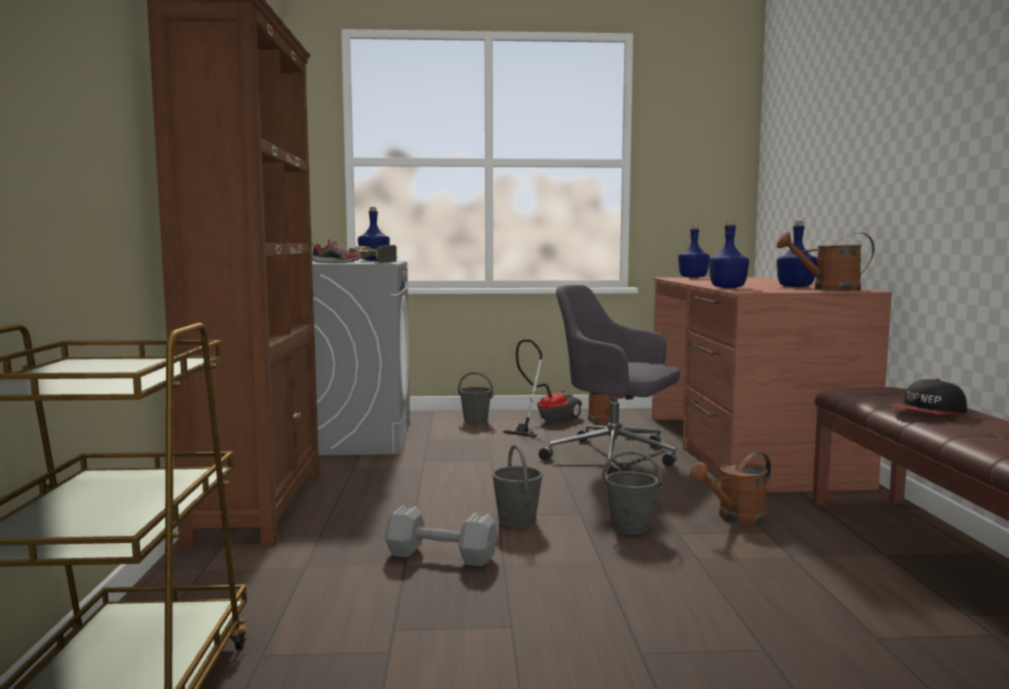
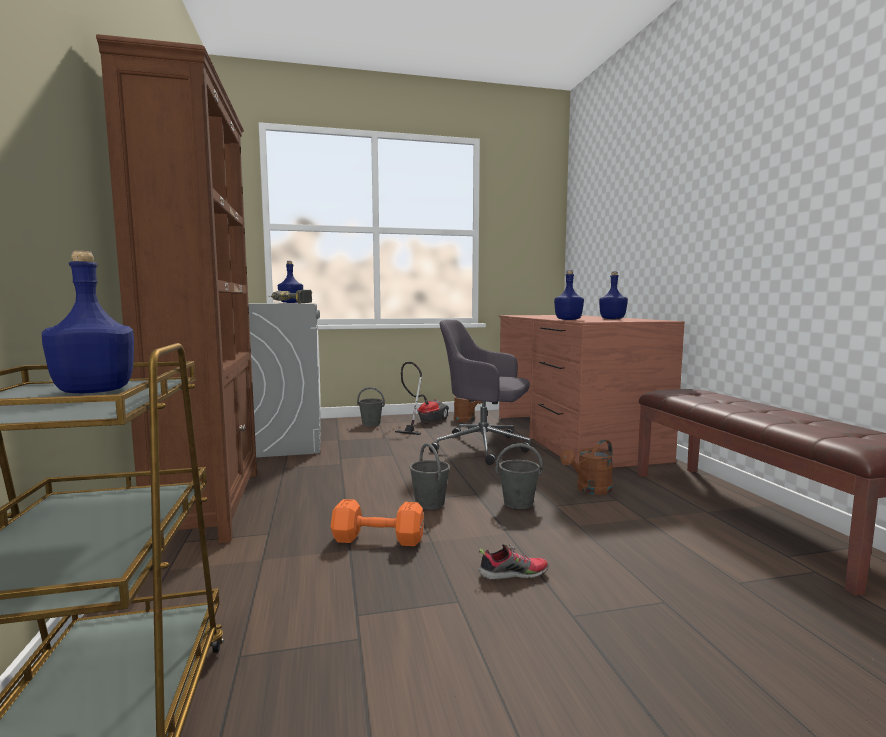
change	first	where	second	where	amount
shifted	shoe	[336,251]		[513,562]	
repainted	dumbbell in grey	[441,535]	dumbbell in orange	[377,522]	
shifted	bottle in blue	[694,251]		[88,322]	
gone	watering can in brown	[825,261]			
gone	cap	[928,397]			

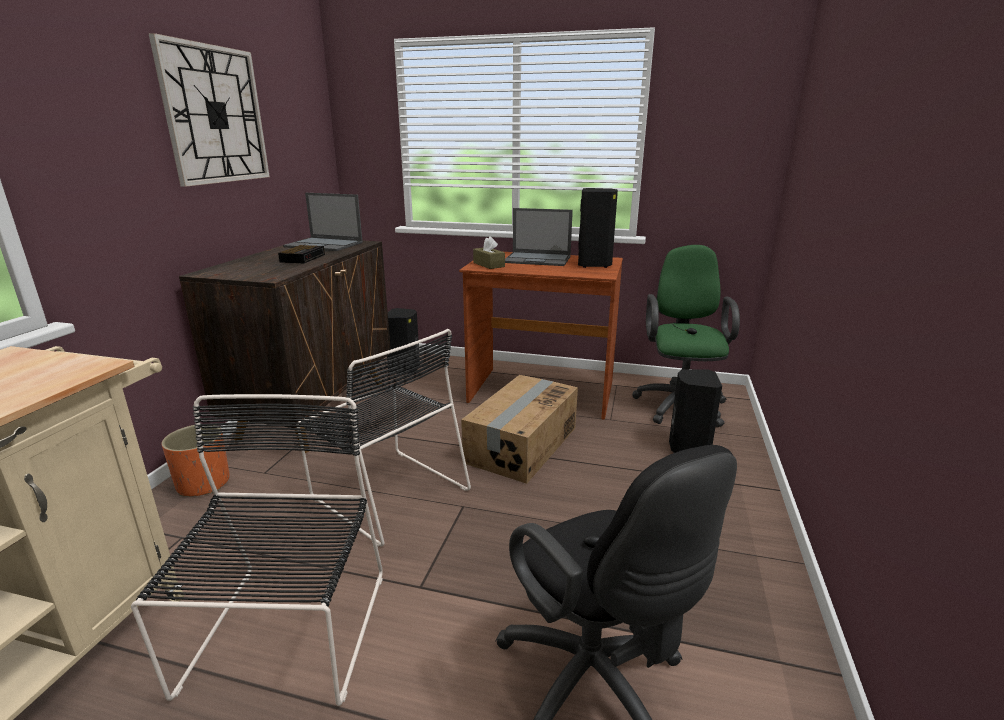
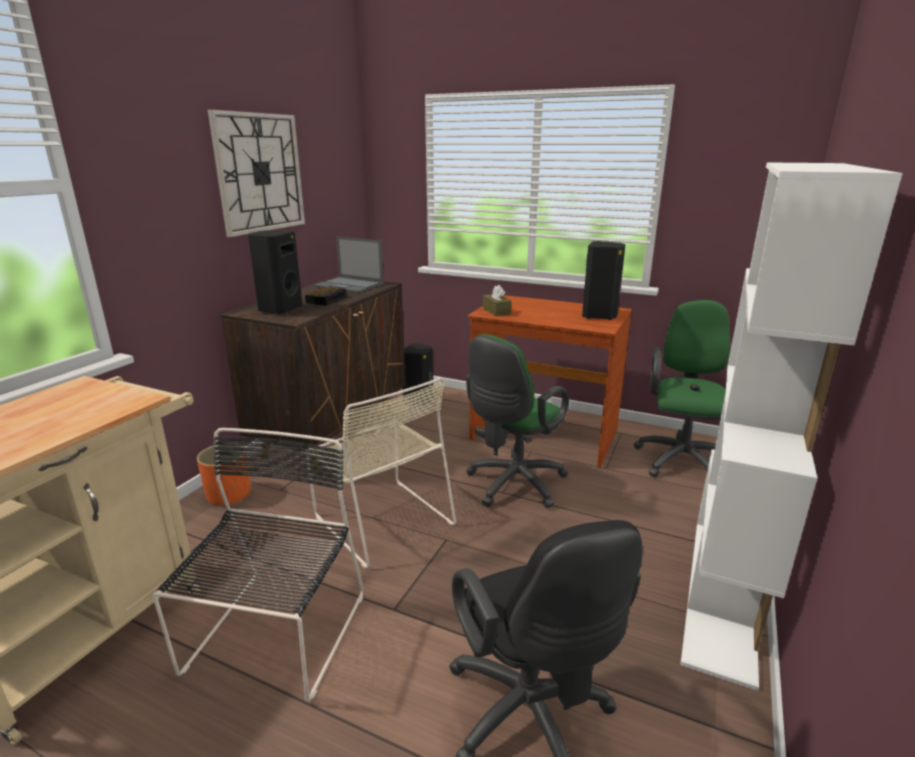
change	first	where	second	where	amount
repainted	chair in black	[384,438]	chair in beige	[380,472]	
swapped	cardboard box	[519,429]	office chair in green	[517,421]	
gone	laptop	[539,237]			
shifted	speaker in black	[695,411]		[275,272]	
new			bookcase in white	[791,426]	

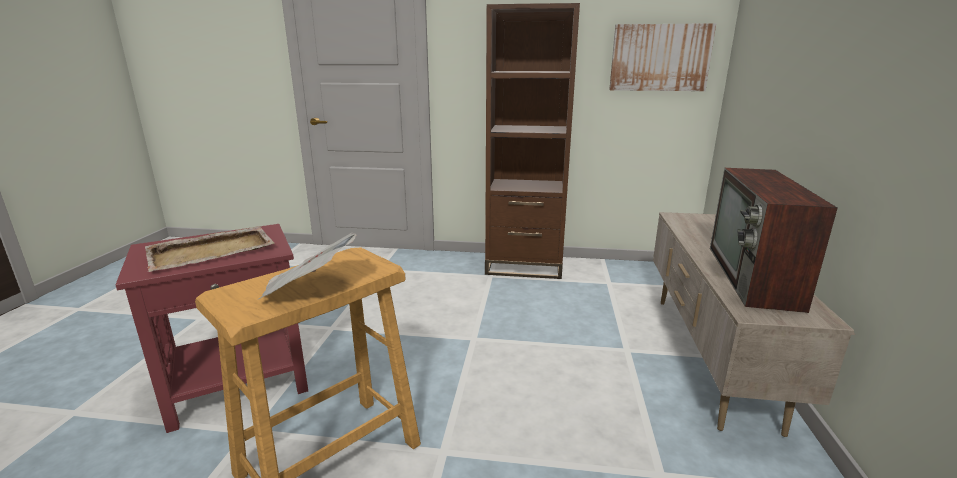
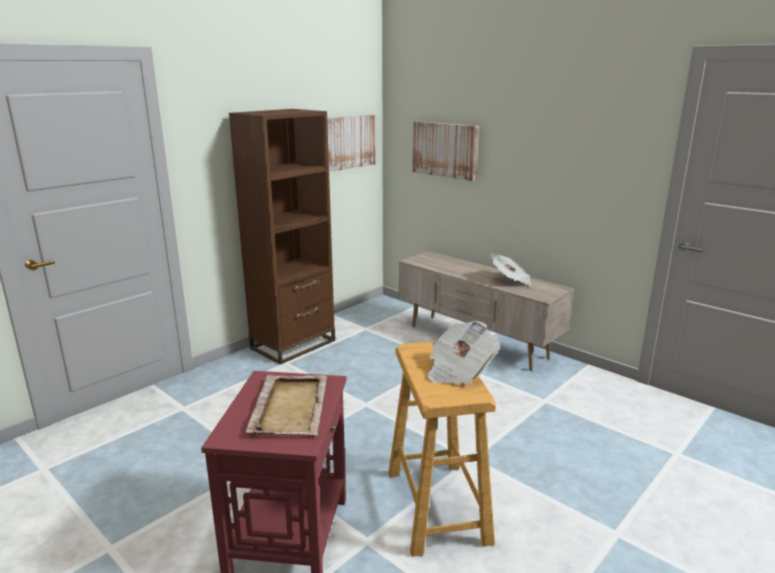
change	first	where	second	where	amount
swapped	television	[773,240]	newspaper	[511,270]	
new			picture	[446,151]	

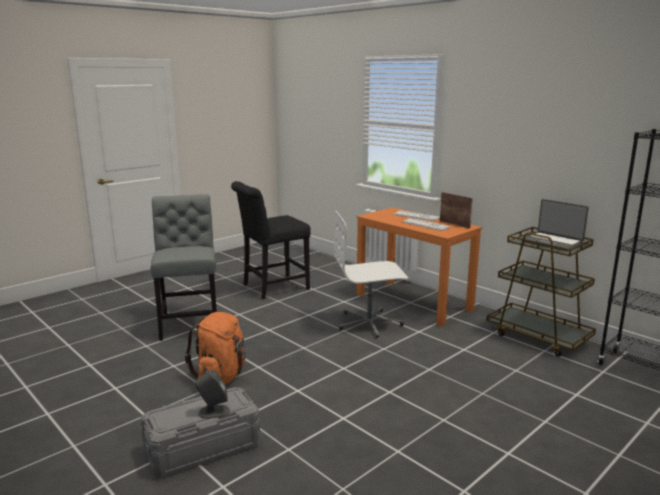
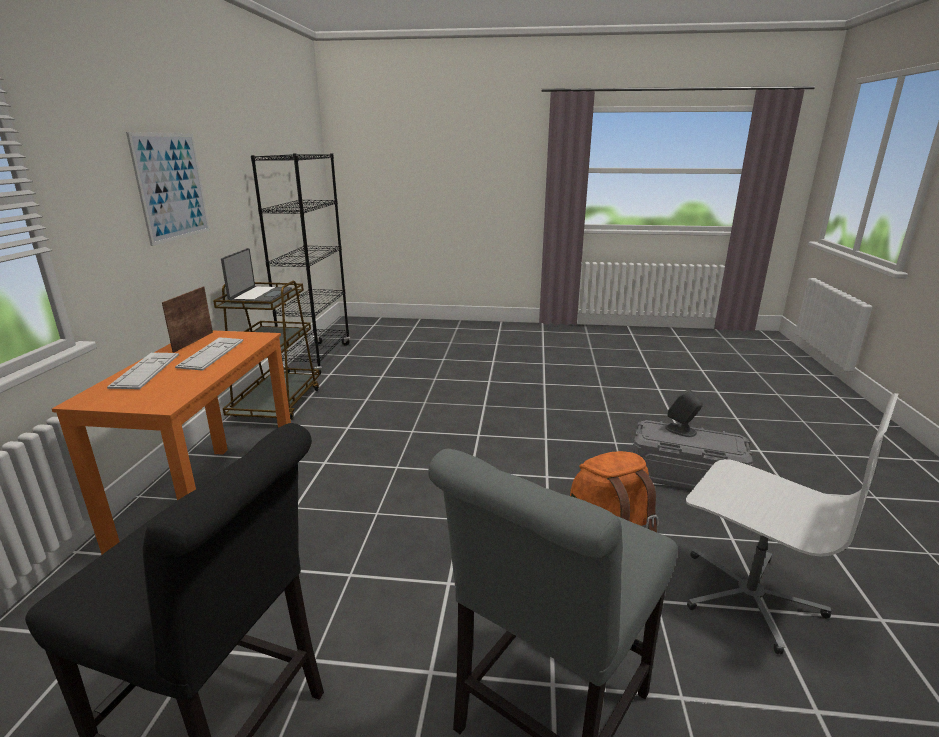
change	first	where	second	where	amount
shifted	office chair in white	[371,274]		[792,523]	
new			picture	[168,189]	

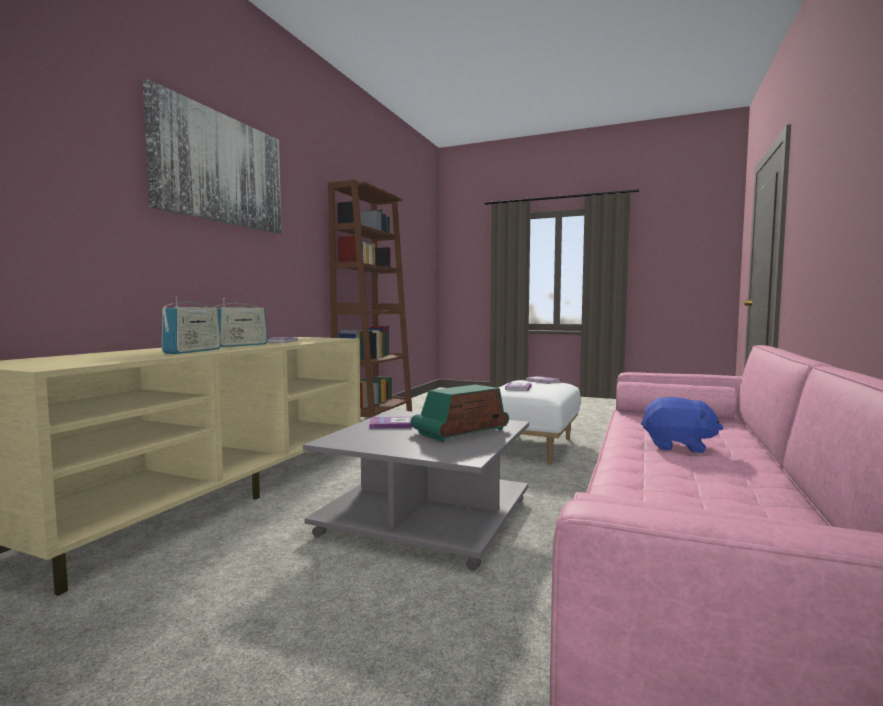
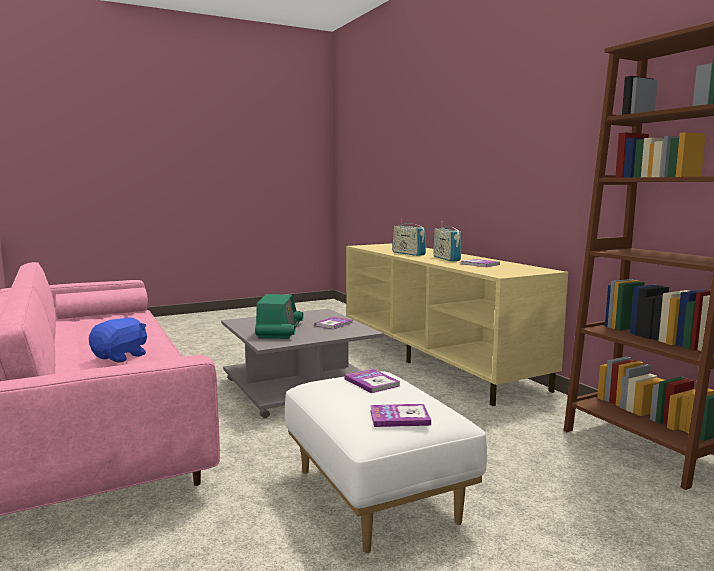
change	first	where	second	where	amount
gone	picture	[212,156]			
rotated	plush toy in blue	[682,425]		[118,340]	150 degrees clockwise

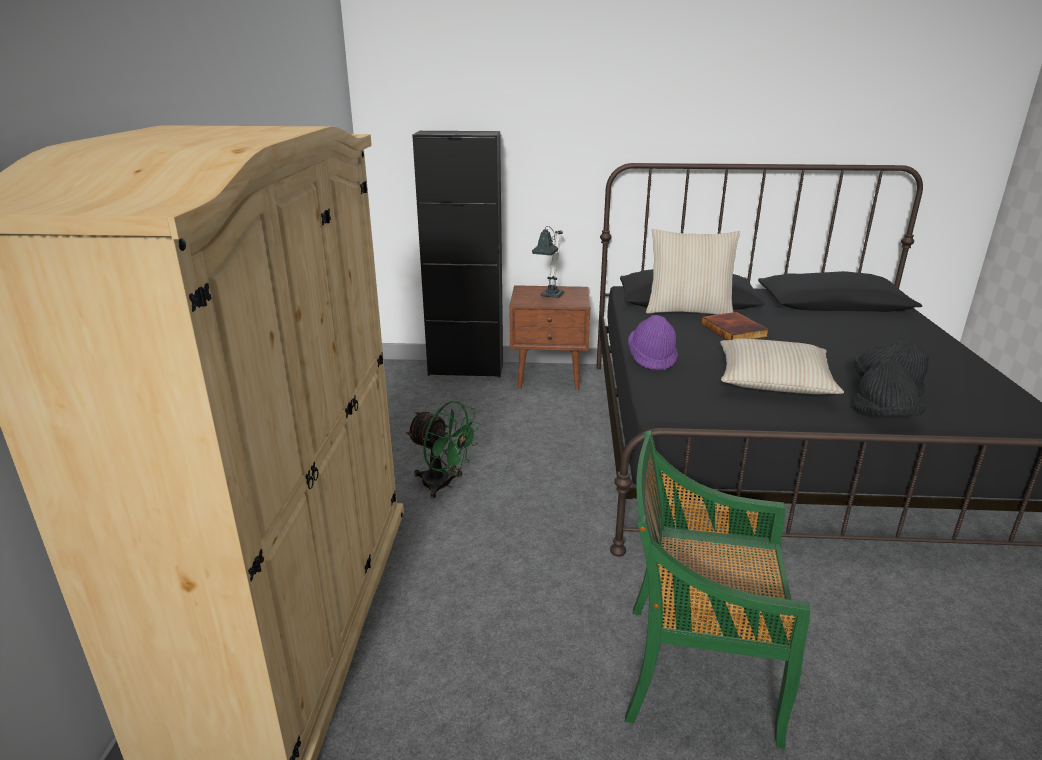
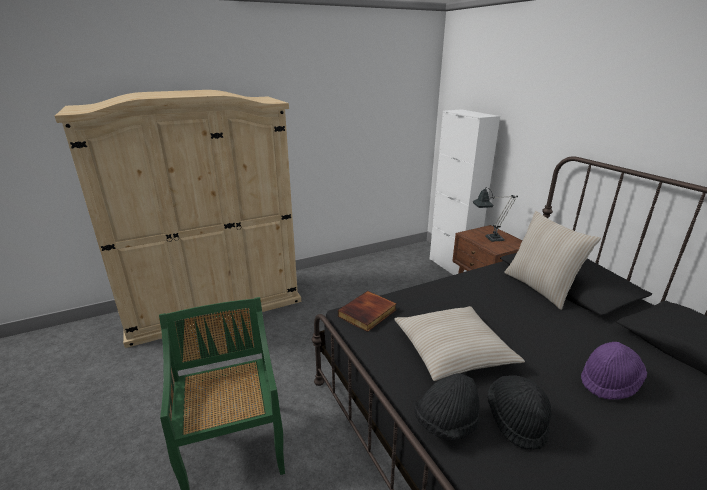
change	first	where	second	where	amount
gone	fan in green	[443,450]			
repainted	cabinet in black	[457,254]	cabinet in white	[465,192]	
shifted	hat in purple	[653,342]		[614,371]	
shifted	book	[735,326]		[367,311]	

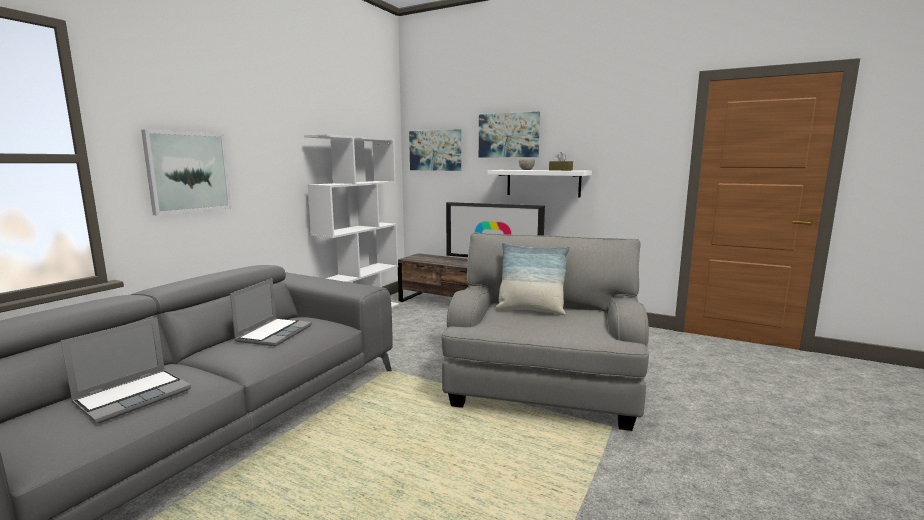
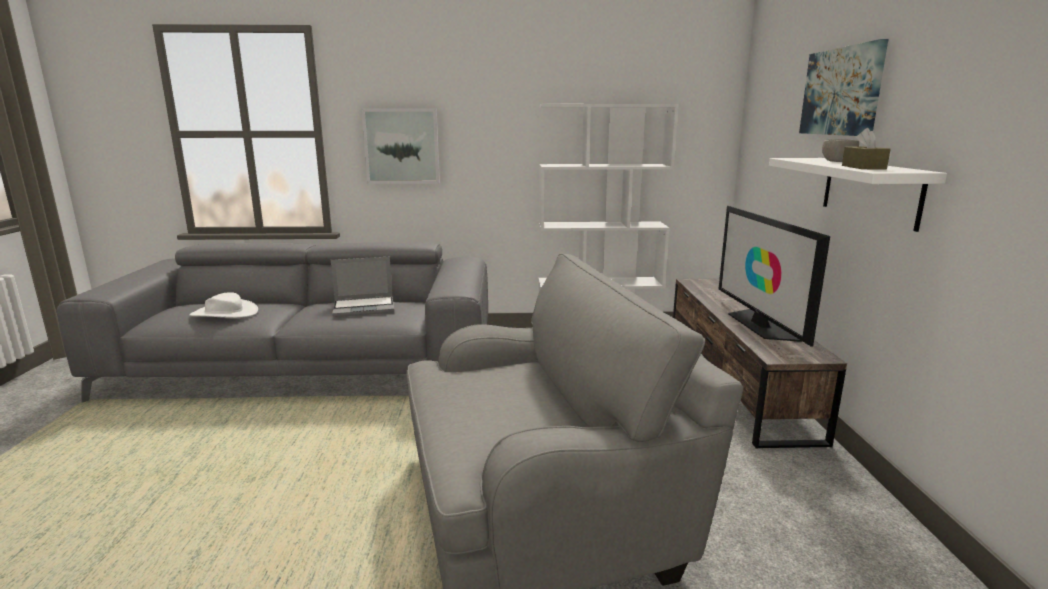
change	first	where	second	where	amount
swapped	laptop	[126,370]	hat in white	[223,305]	
gone	picture	[435,150]			
gone	pillow	[532,278]			

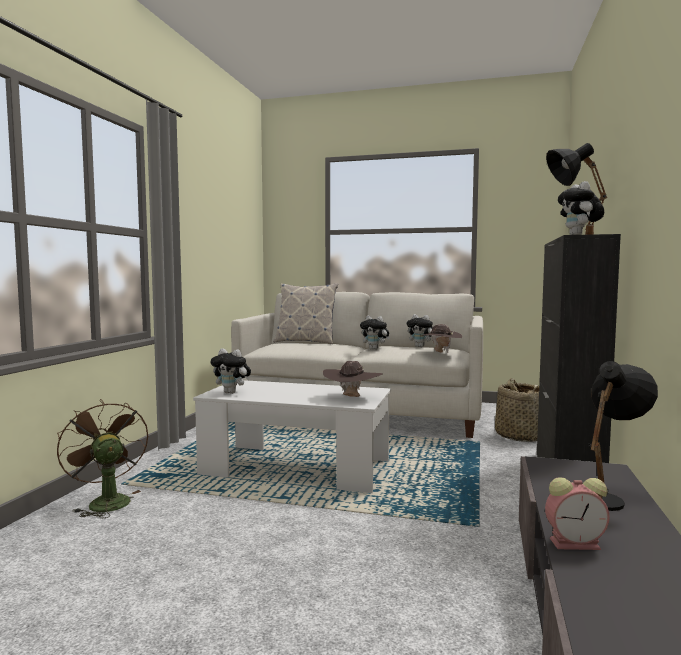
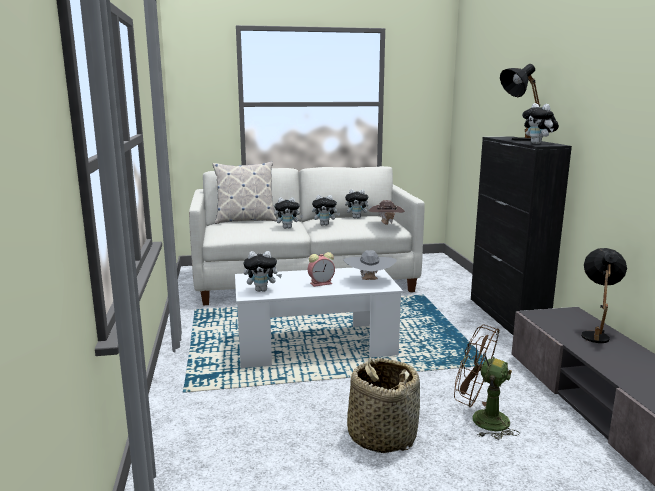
change	first	where	second	where	amount
shifted	fan in brown	[102,459]		[487,382]	
repainted	hat in brown	[353,379]	hat in grey	[370,265]	
shifted	basket	[517,410]		[383,405]	
shifted	alarm clock	[577,513]		[321,269]	
new			plush toy	[288,213]	

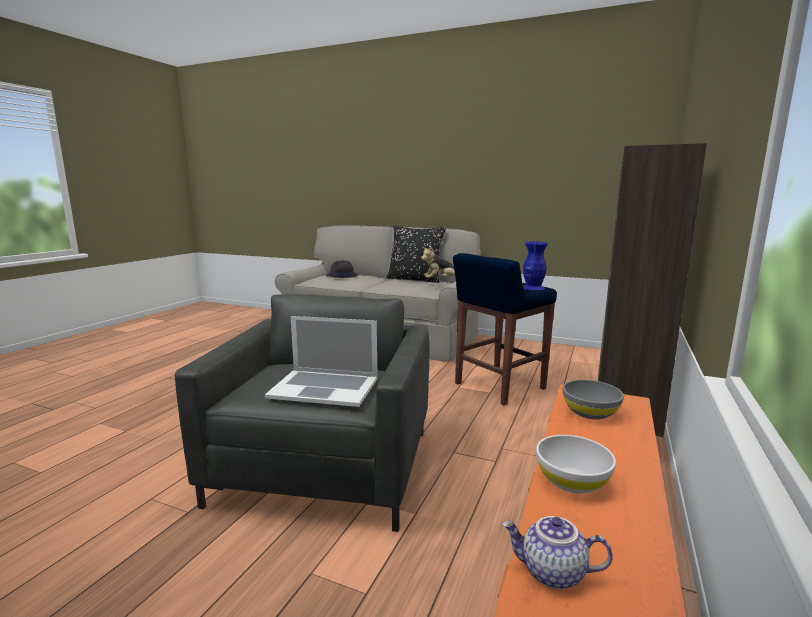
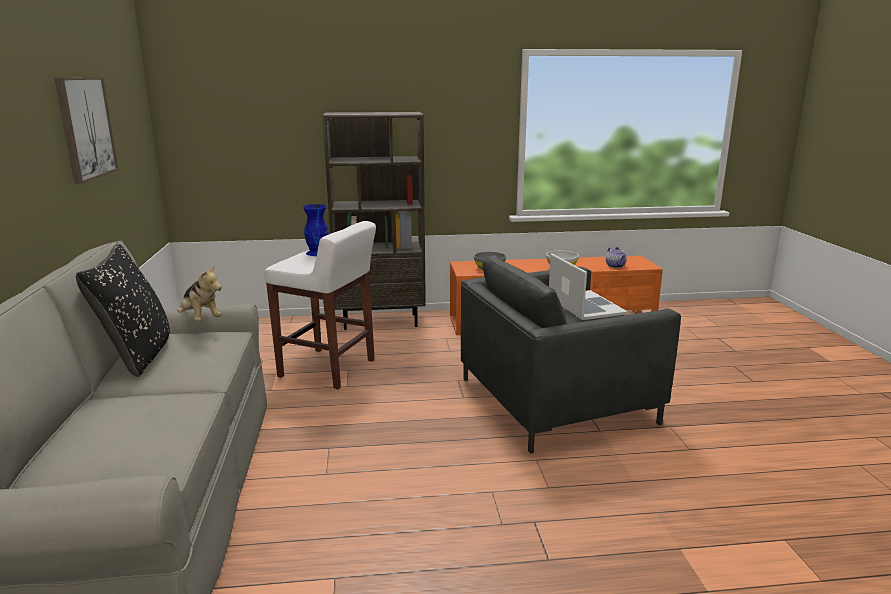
change	first	where	second	where	amount
gone	hat in black	[342,269]			
repainted	stool in blue	[505,329]	stool in white	[320,305]	
new			picture	[86,130]	

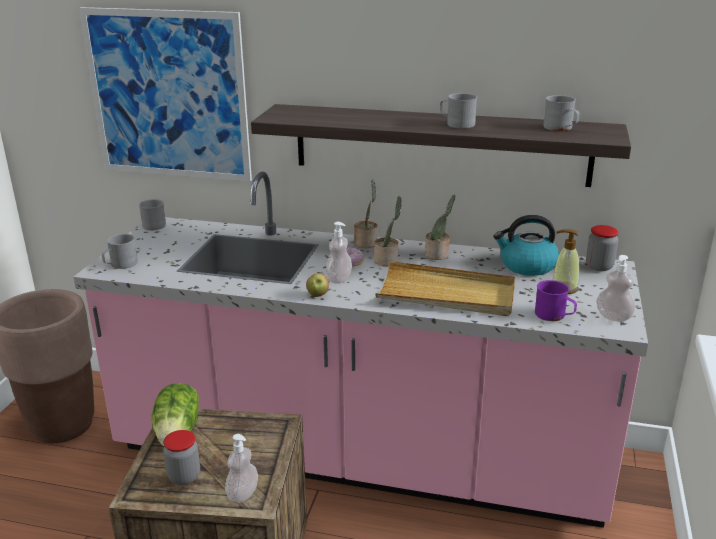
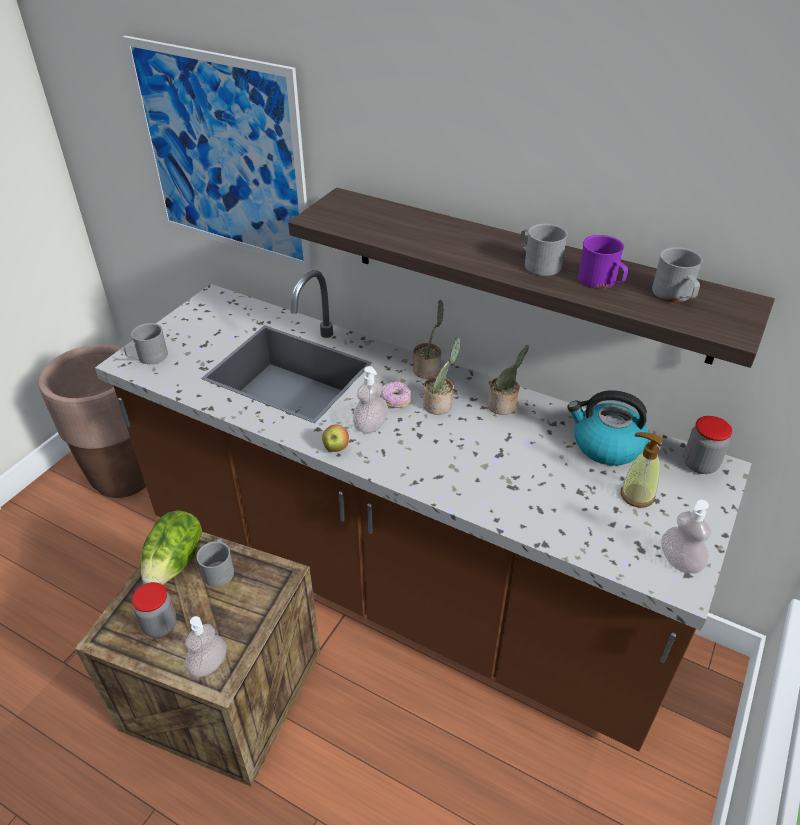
change	first	where	second	where	amount
repainted	counter in pink	[361,350]	counter in brown	[423,510]	
shifted	mug in grey	[152,214]		[215,563]	
gone	tray in beige	[445,288]			
shifted	mug in purple	[556,300]		[603,262]	

